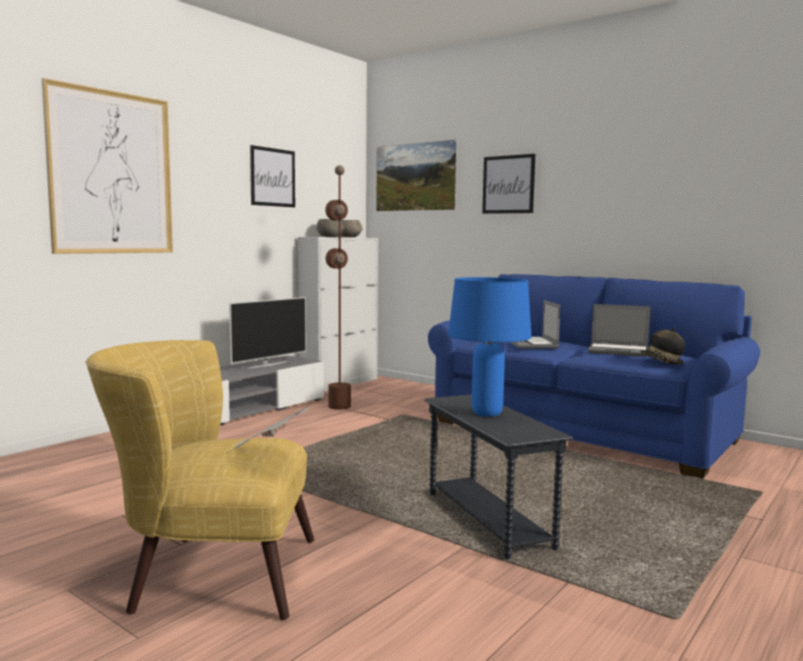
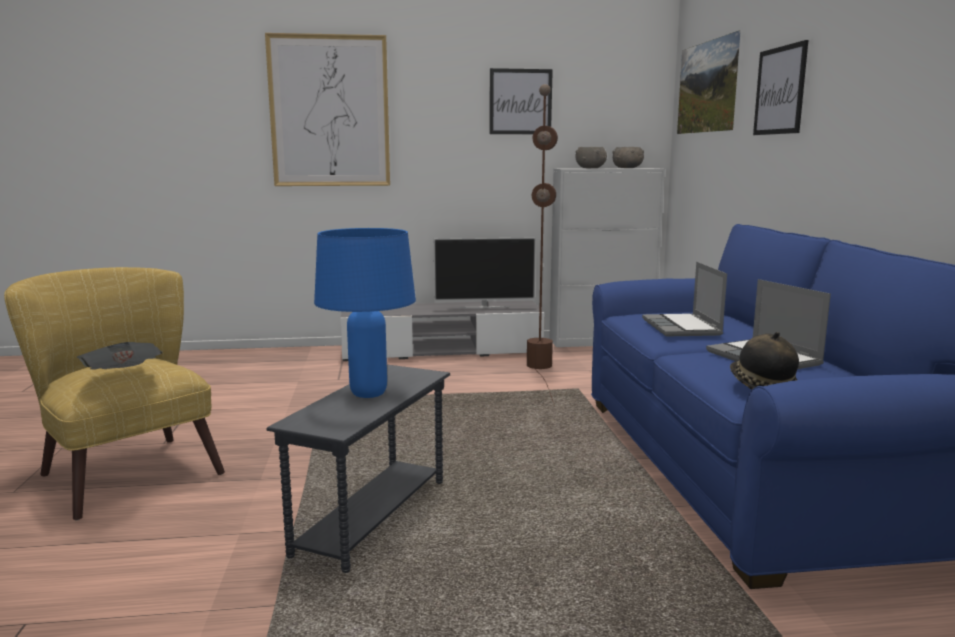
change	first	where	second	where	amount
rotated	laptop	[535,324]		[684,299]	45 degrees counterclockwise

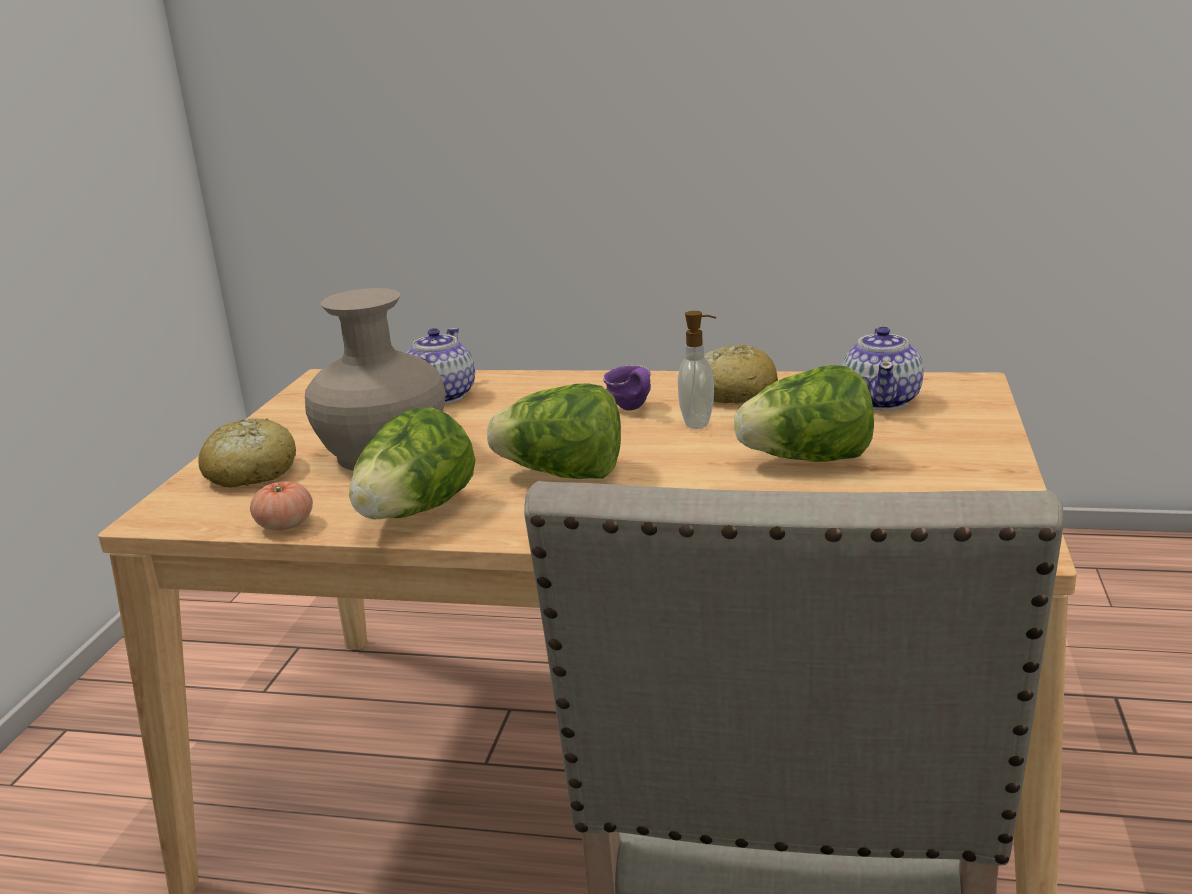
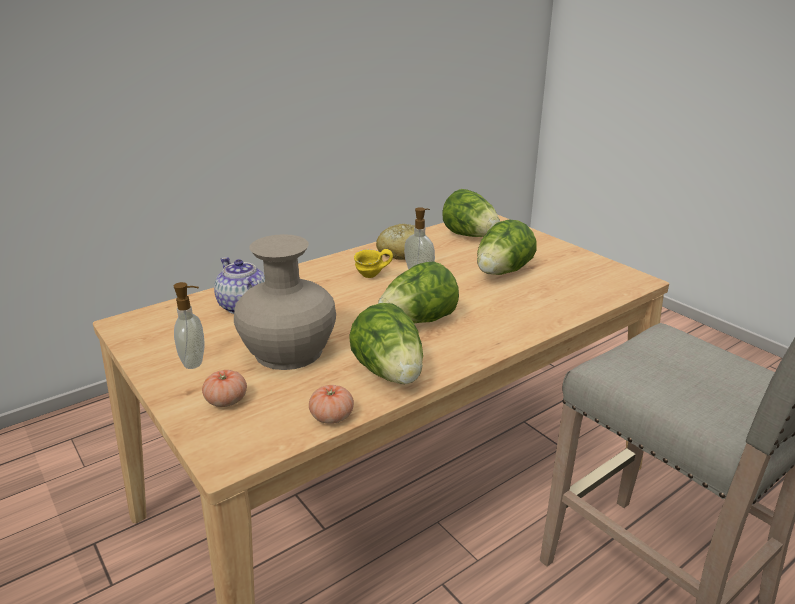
change	first	where	second	where	amount
swapped	bread	[247,453]	tomato	[224,388]	
repainted	mug in purple	[627,387]	mug in yellow	[373,263]	
swapped	teapot	[883,368]	lettuce	[471,213]	
new			soap dispenser	[189,325]	

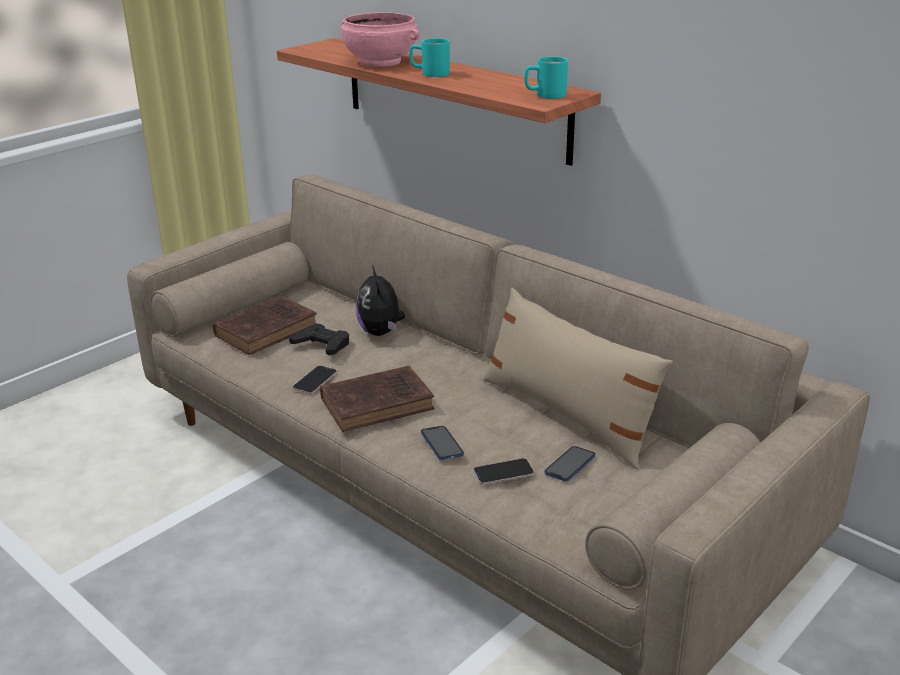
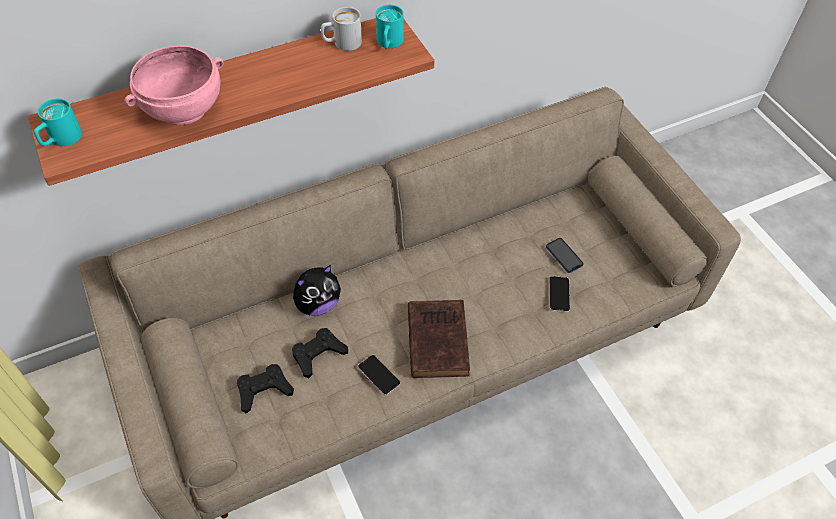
change	first	where	second	where	amount
swapped	book in brown	[265,325]	game controller in black	[265,388]	
rotated	plush toy	[380,301]		[317,290]	45 degrees counterclockwise
shifted	mug in turquoise	[429,57]		[58,122]	
gone	phone	[442,443]			
gone	pillow in beige	[578,378]			
new			mug in white	[341,29]	

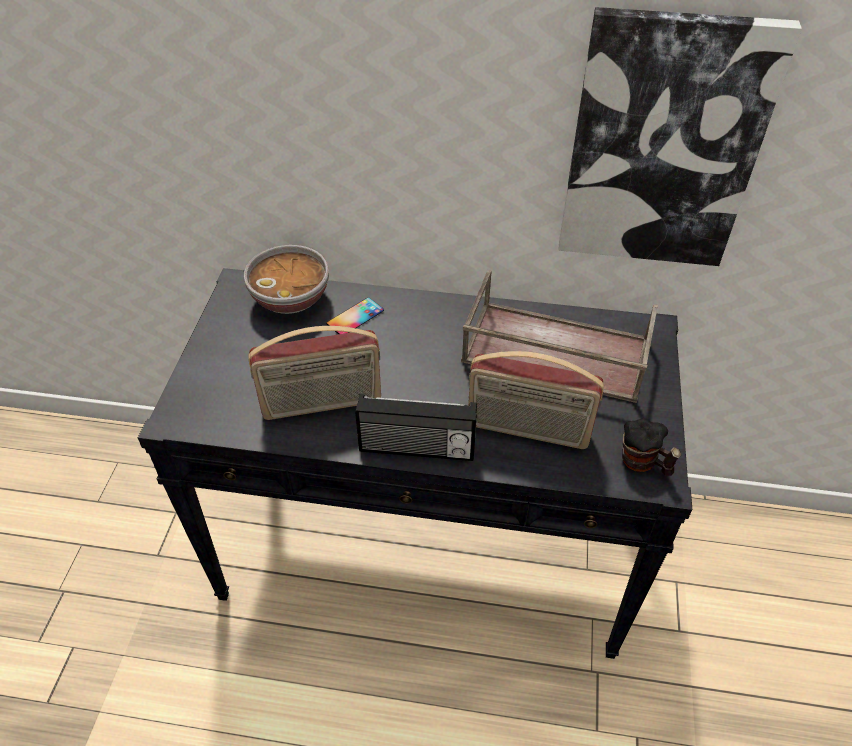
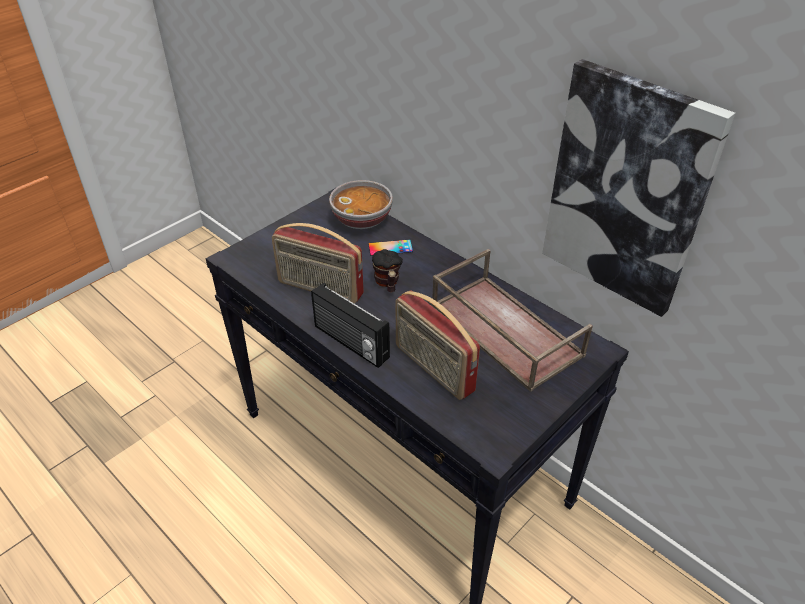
change	first	where	second	where	amount
shifted	mug	[651,447]		[387,270]	

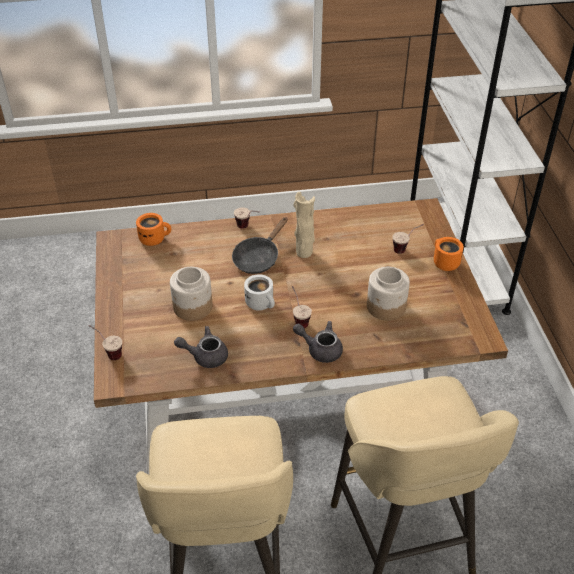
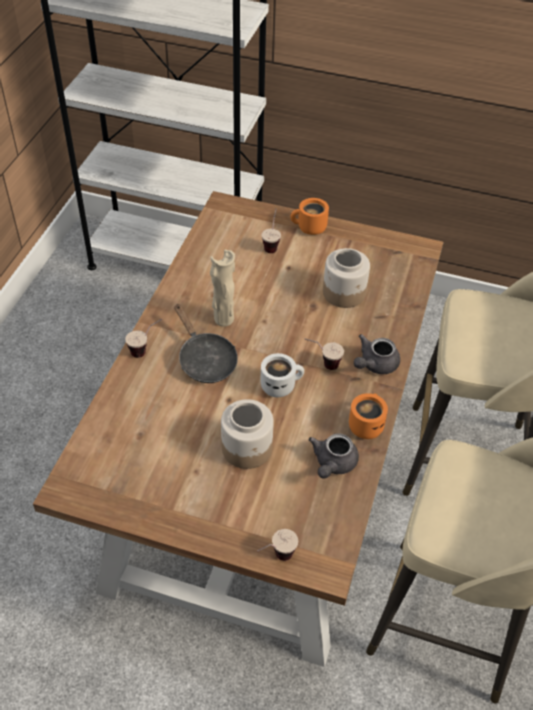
change	first	where	second	where	amount
shifted	mug in orange	[153,229]		[368,416]	

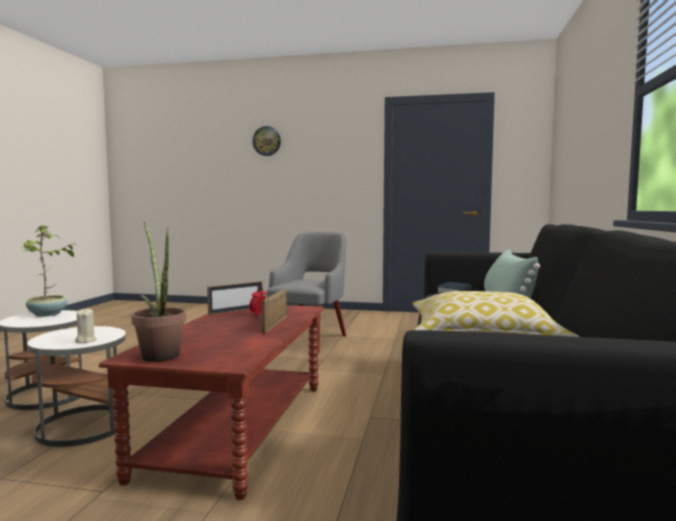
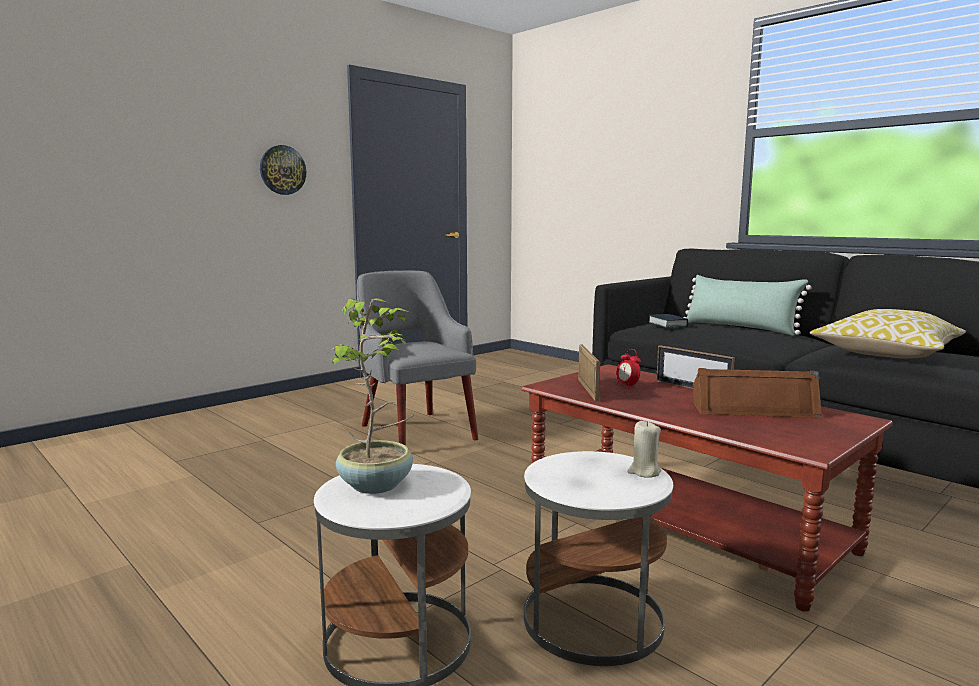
change	first	where	second	where	amount
gone	potted plant	[159,292]			
shifted	wall clock	[266,141]		[283,170]	
new			speaker in brown	[758,393]	

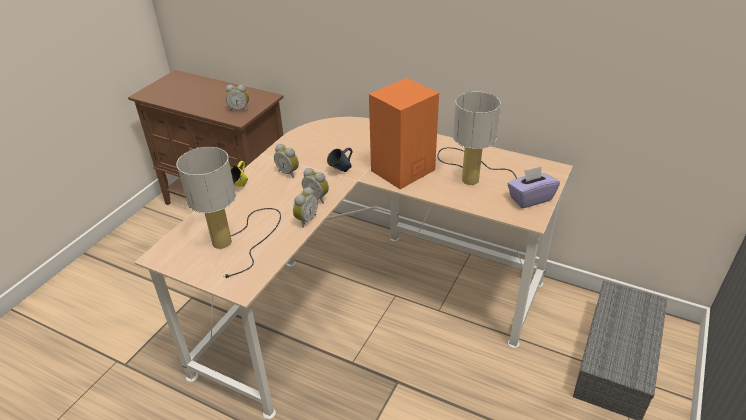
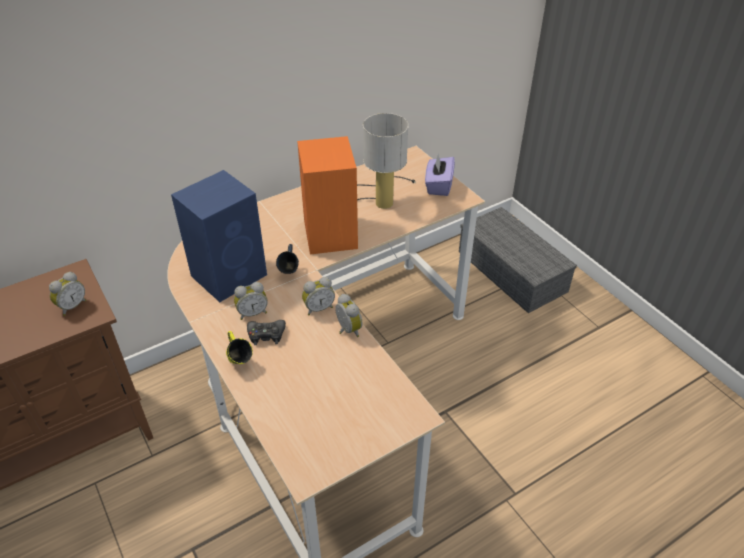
change	first	where	second	where	amount
gone	table lamp	[228,212]			
new			speaker in blue	[219,236]	
new			game controller in black	[266,332]	

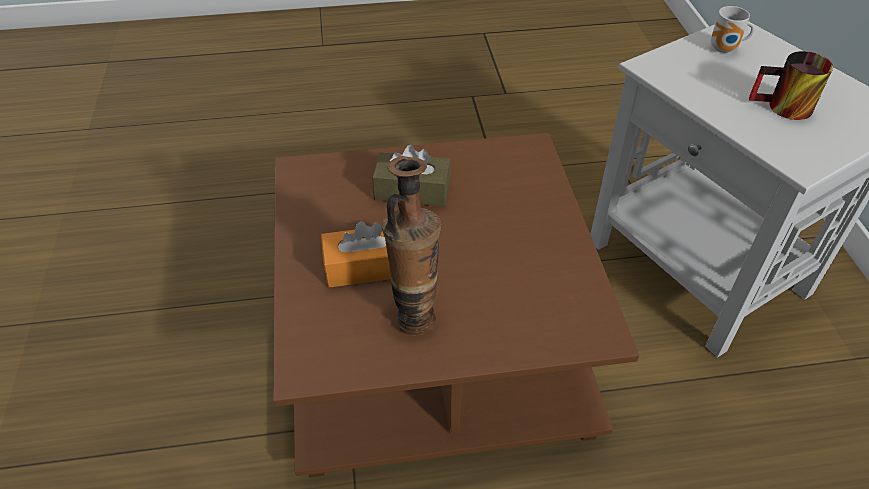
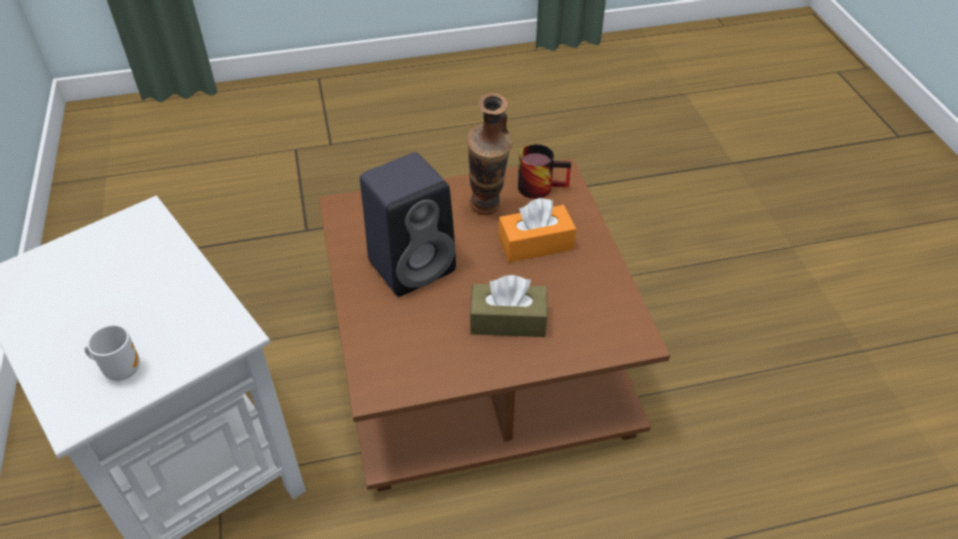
change	first	where	second	where	amount
shifted	mug	[791,85]		[544,171]	
new			speaker in black	[408,224]	

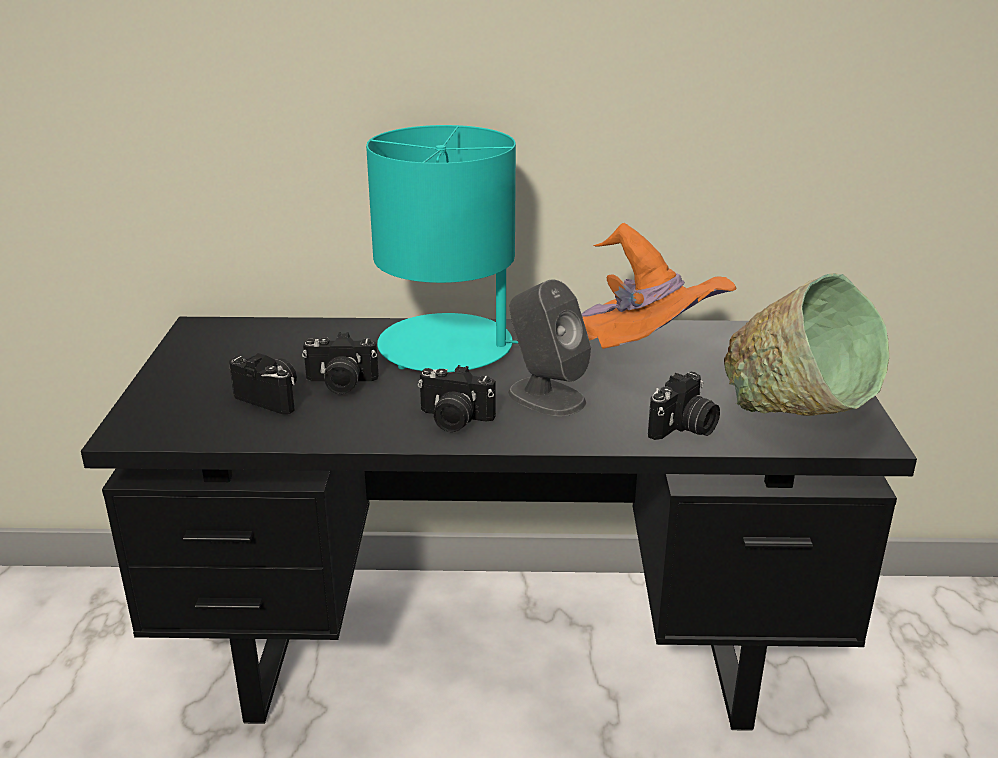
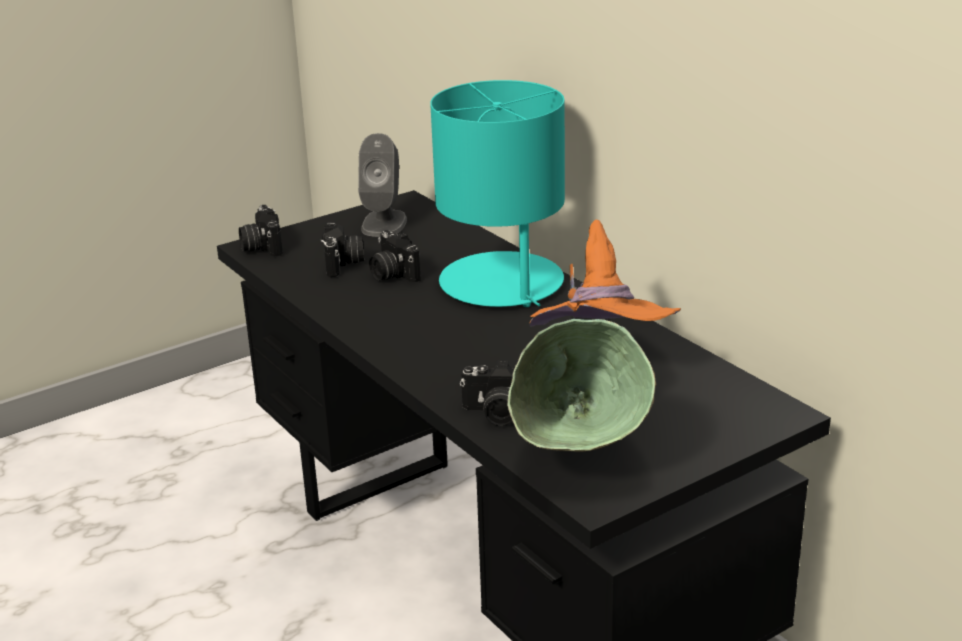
change	first	where	second	where	amount
shifted	photo camera	[457,398]		[261,231]	
shifted	speaker in grey	[549,347]		[382,185]	

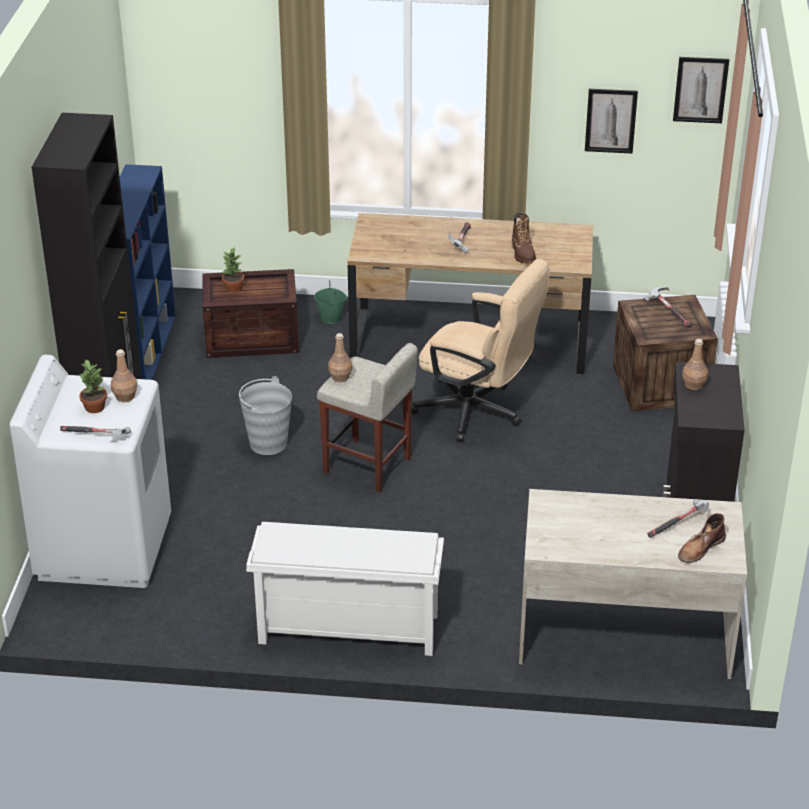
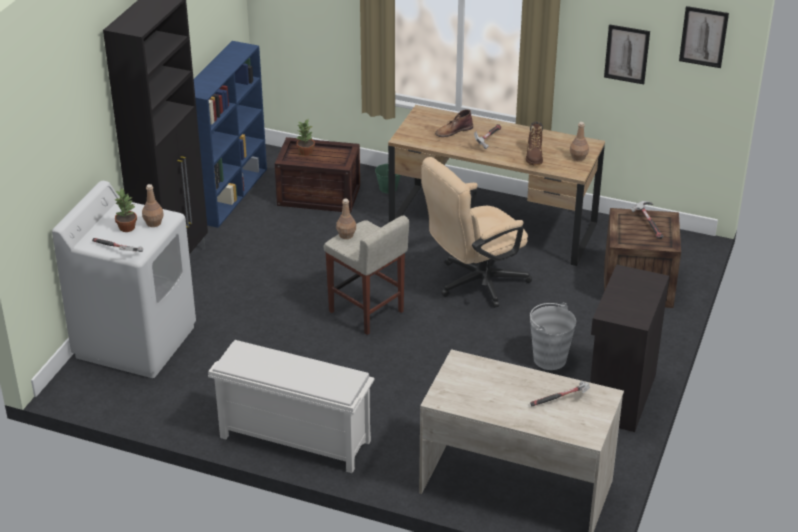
change	first	where	second	where	amount
shifted	bucket in grey	[265,415]		[553,336]	
rotated	office chair in beige	[480,350]		[476,232]	105 degrees clockwise
shifted	boot in brown	[702,538]		[454,123]	
shifted	bottle in brown	[695,364]		[579,141]	

